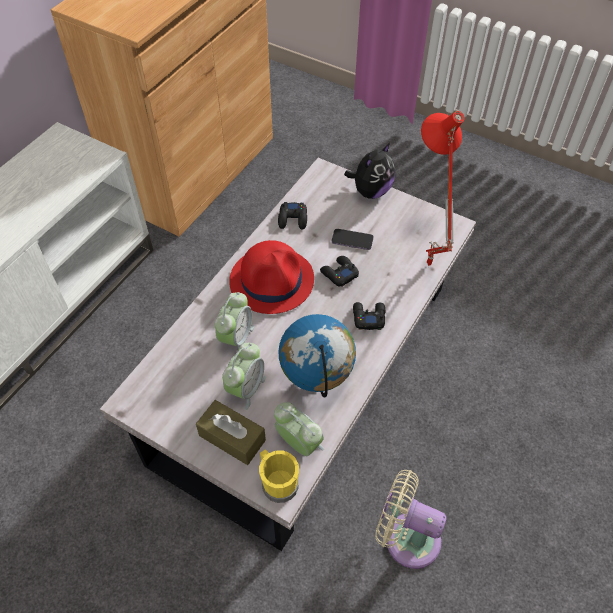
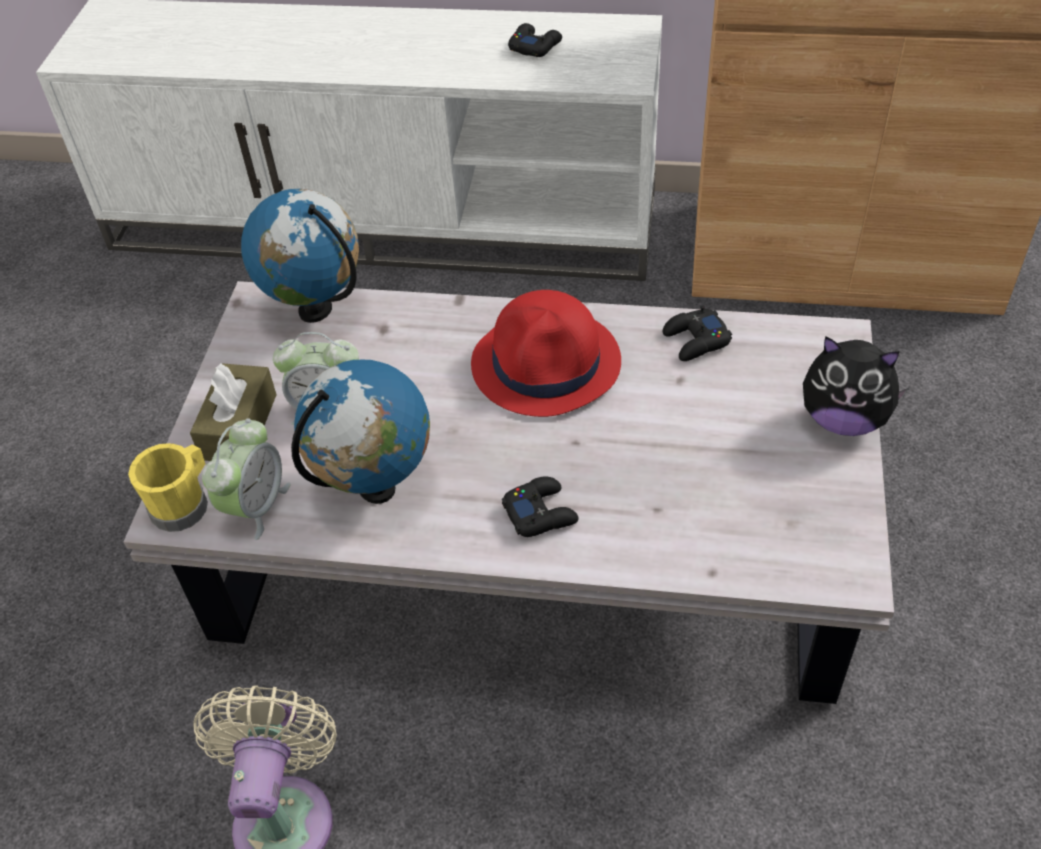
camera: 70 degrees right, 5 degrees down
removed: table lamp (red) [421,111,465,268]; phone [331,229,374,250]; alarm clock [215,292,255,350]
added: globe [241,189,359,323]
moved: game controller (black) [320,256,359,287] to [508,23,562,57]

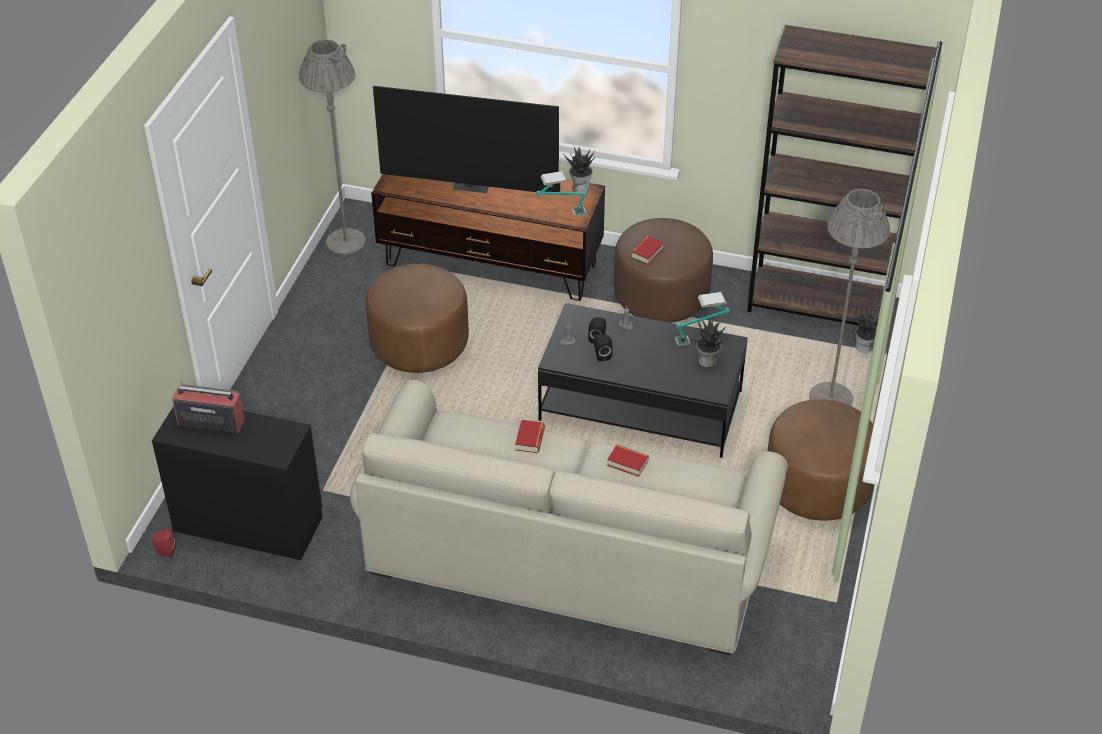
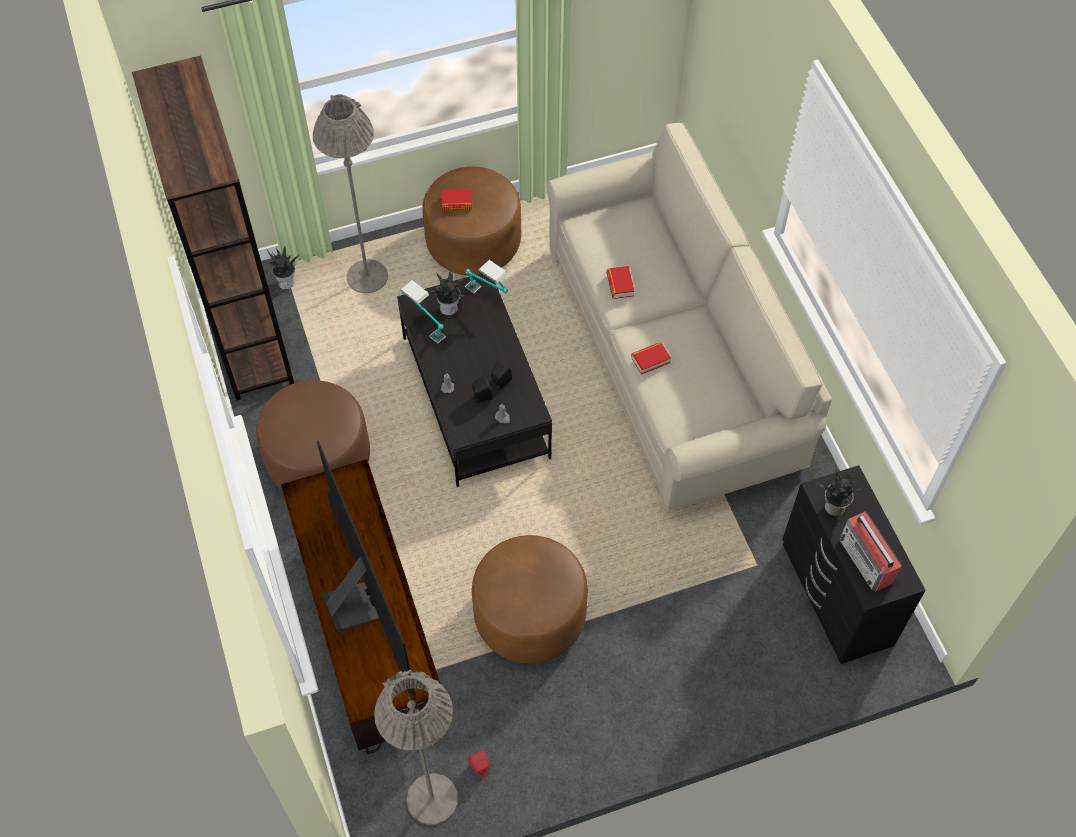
camera: 125 degrees left, 15 degrees up
moved: potted plant [563,147,595,192] to [818,469,861,517]; table lamp [536,171,587,216] to [465,260,508,294]; book [631,236,664,265] to [442,189,472,210]; speaker (red) [152,529,176,557] to [468,750,490,778]

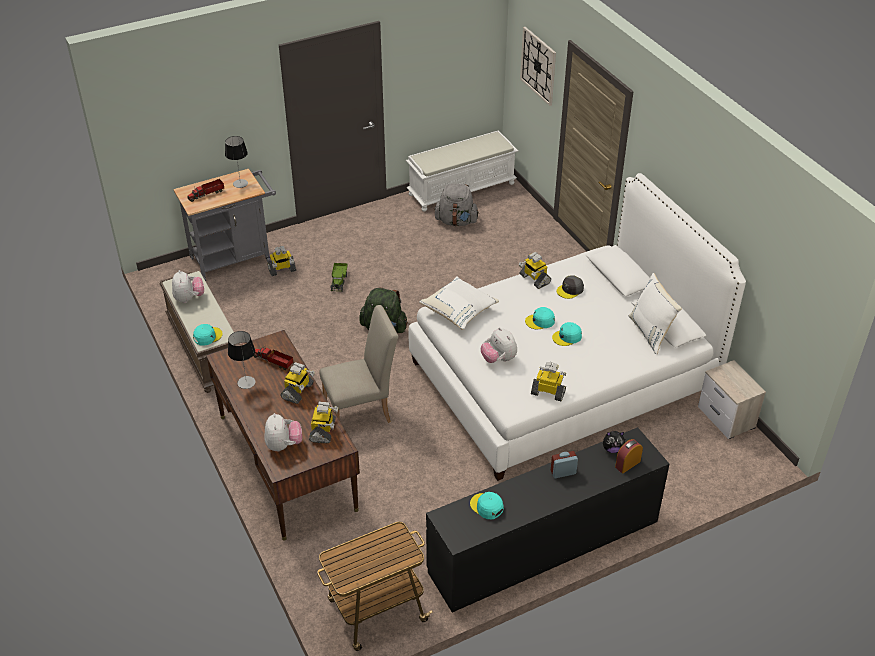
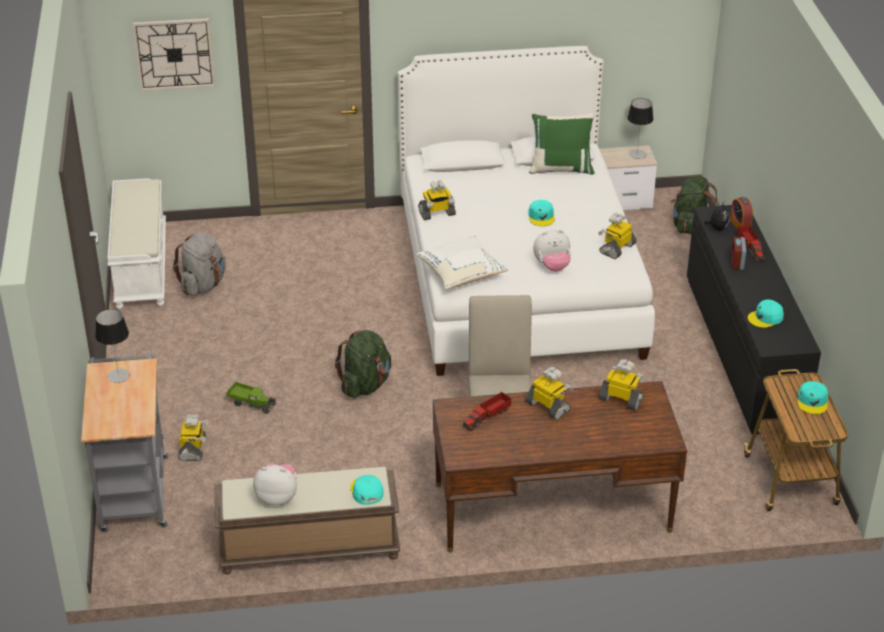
camera: 70 degrees left, 5 degrees down
removed: cap (grey) [556,275,584,299]; plush toy [264,413,302,451]
added: backpack (green) [670,176,719,234]
moved: toy truck [187,179,224,202] to [737,225,765,262]; cap (turquoise) [525,307,555,329] to [798,381,828,414]; table lamp [228,331,256,389] to [627,98,653,159]
recoloured: pillow (white) [629,273,682,354] to pillow (green) [529,113,595,174]

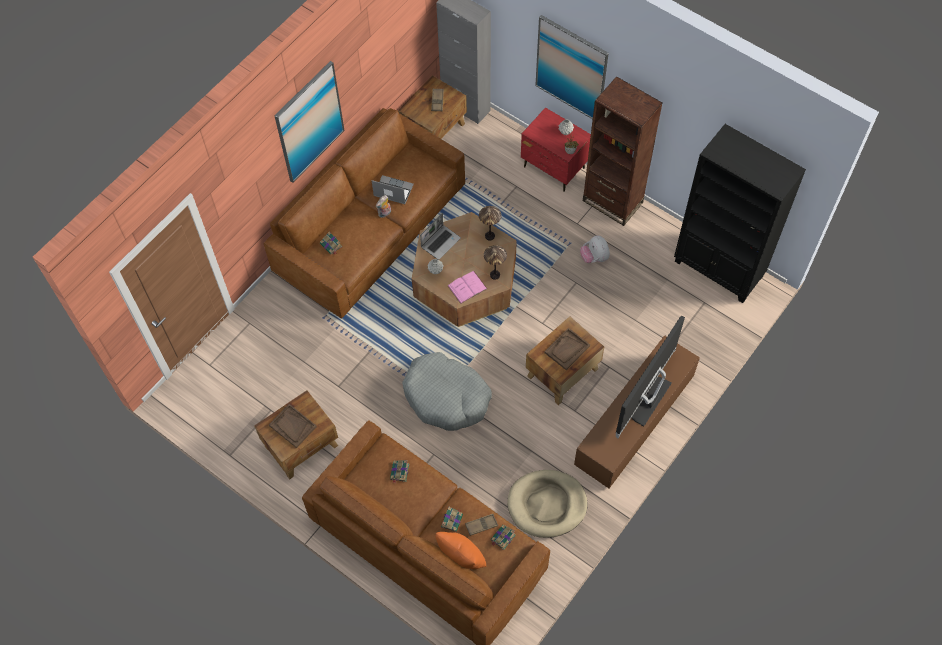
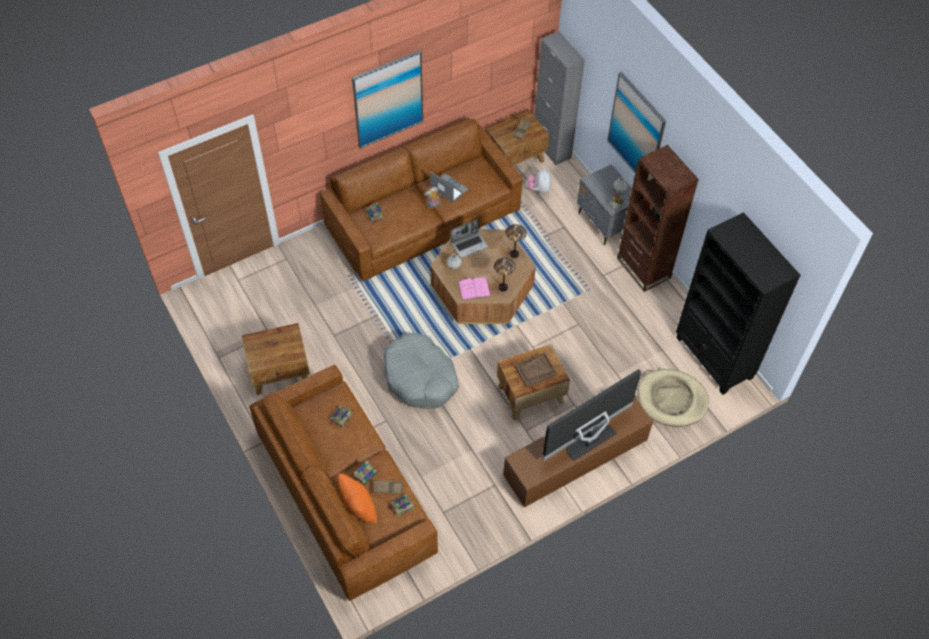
camera: 20 degrees right, 5 degrees down
removed: tray (brown) [269,404,317,448]
moved: plush toy [580,235,610,263] to [527,169,552,194]; dog bed (beige) [507,470,588,538] to [638,369,709,427]
recoloured: nightstand (red) [521,107,591,192] to nightstand (grey) [577,164,632,245]

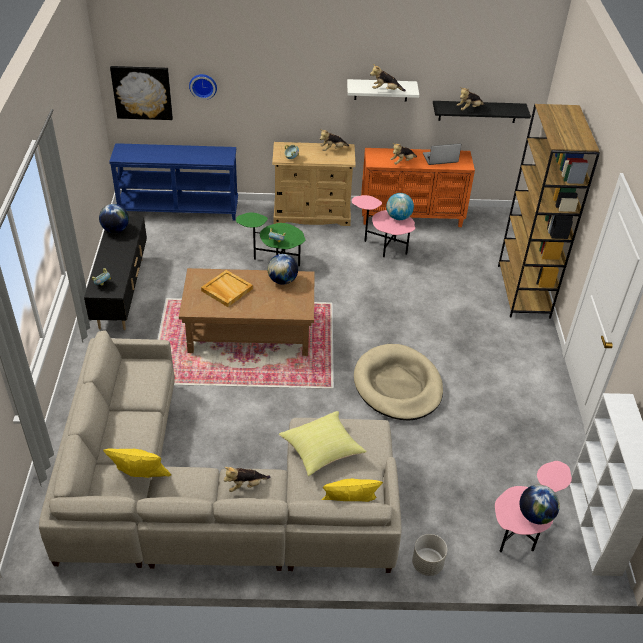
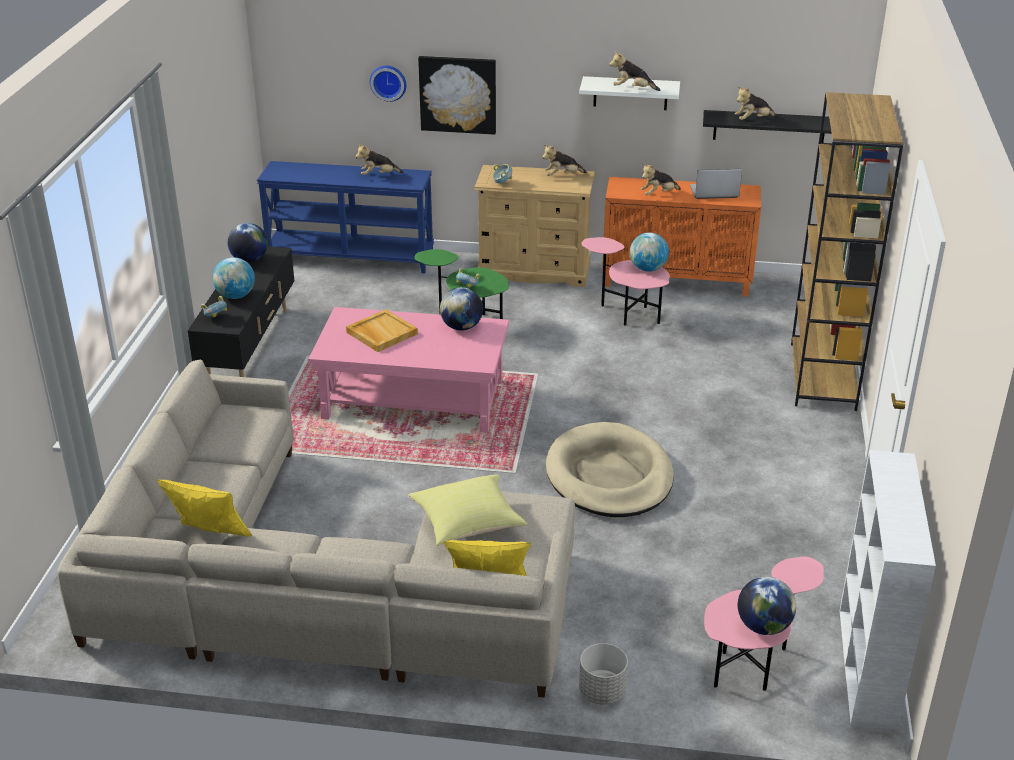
camera: 10 degrees right, 10 degrees down
added: globe [212,257,255,299]
moved: picture [110,66,173,120] to [418,56,496,135]; plush toy [224,467,271,492] to [356,144,404,175]
recoloured: coffee table (brown) [179,268,315,356] to coffee table (pink) [308,307,509,433]

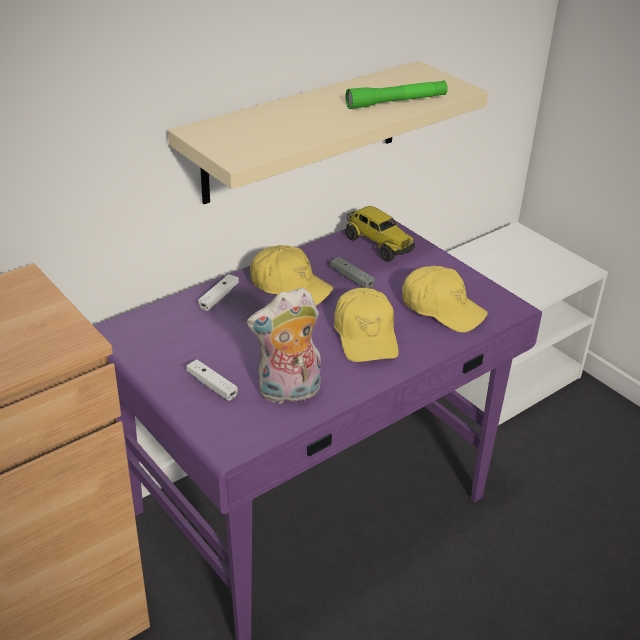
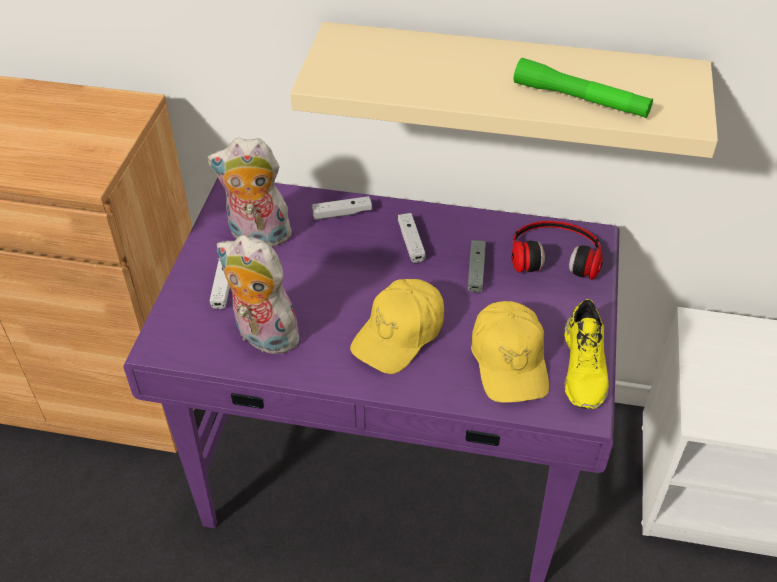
camera: 50 degrees right, 10 degrees up
added: plush toy [207,138,294,247]; shoe (yellow) [564,299,609,409]
replaced: toy truck [346,206,415,262] to headphones [511,221,603,280]; cap (yellow) [250,245,334,306] to game controller (white) [398,213,426,263]

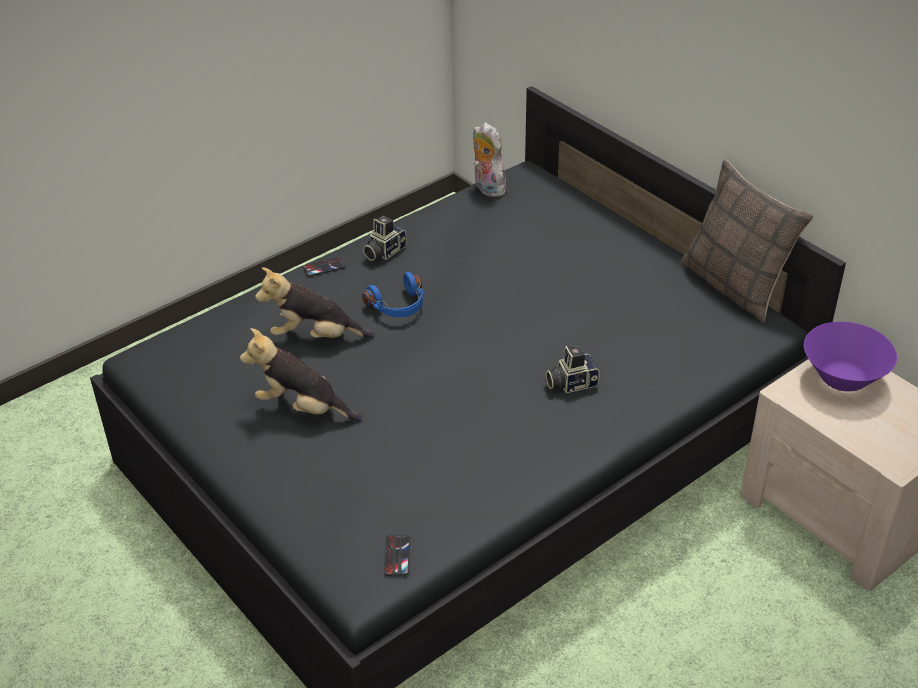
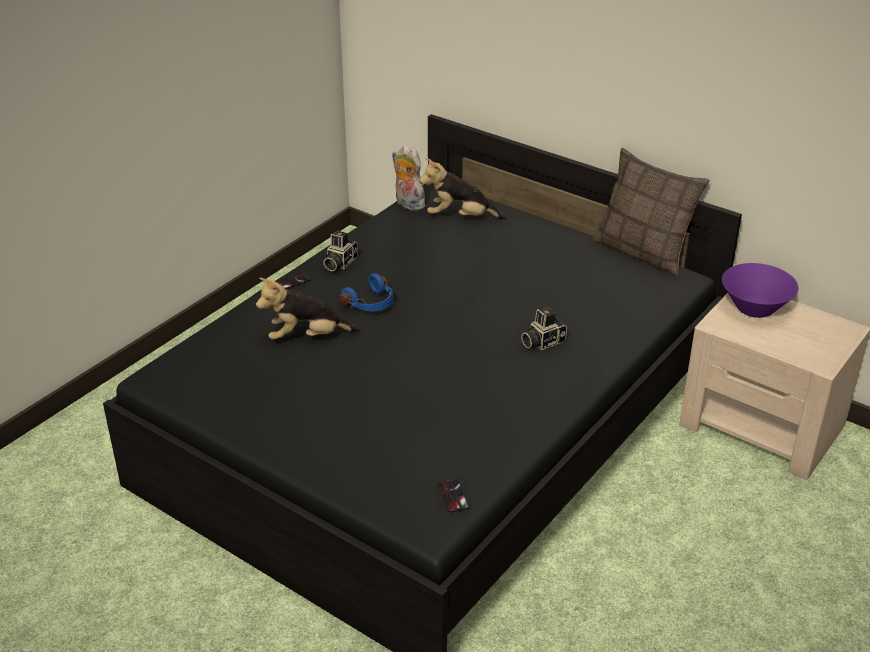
camera: 15 degrees left, 5 degrees down
moved: plush toy [240,328,363,421] to [419,158,506,219]

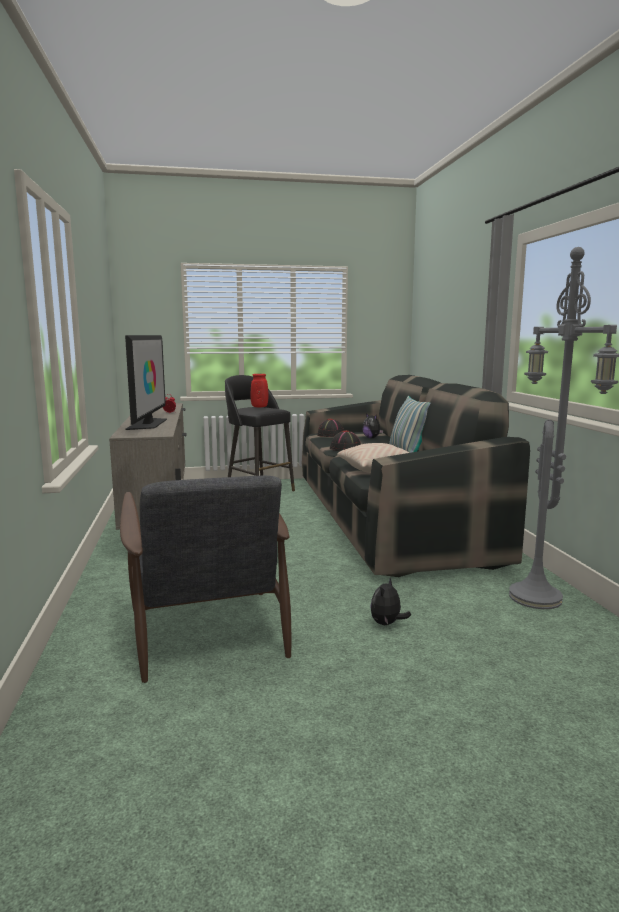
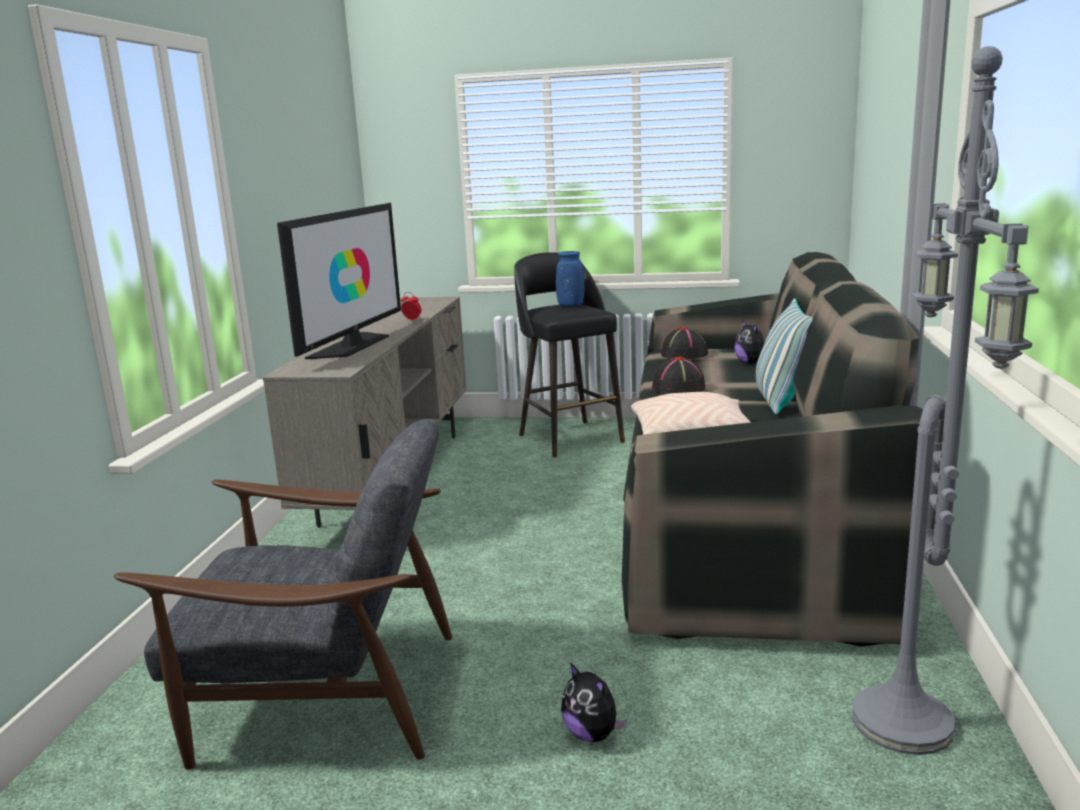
camera: 20 degrees right, 5 degrees up
recoloured: vase (red) [250,374,269,407] to vase (blue) [556,251,585,307]
turned: armchair (grey) [120,476,291,683] = [114,419,452,770] 90 degrees counterclockwise; plush toy [370,578,411,625] = [561,662,627,742] 90 degrees counterclockwise

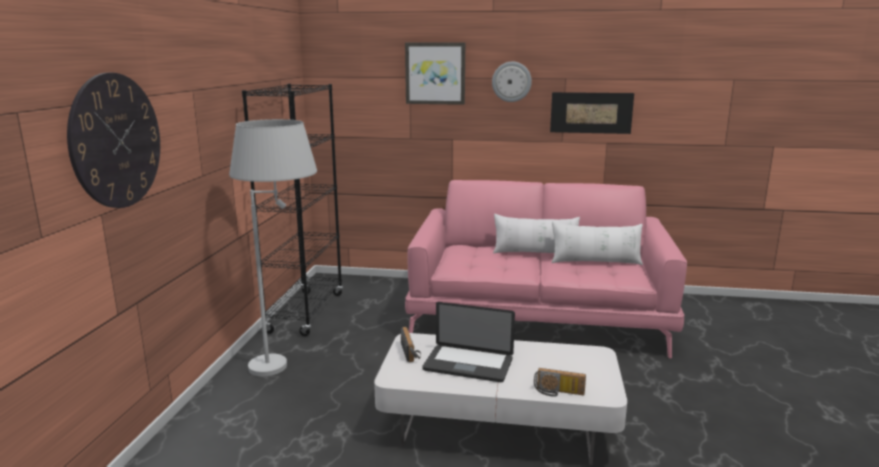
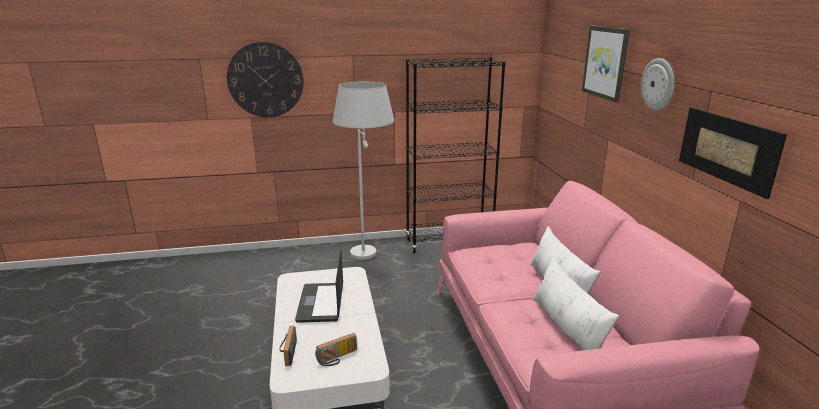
camera: 70 degrees right, 5 degrees up
moved: radio [401,327,421,362] to [315,333,357,366]

